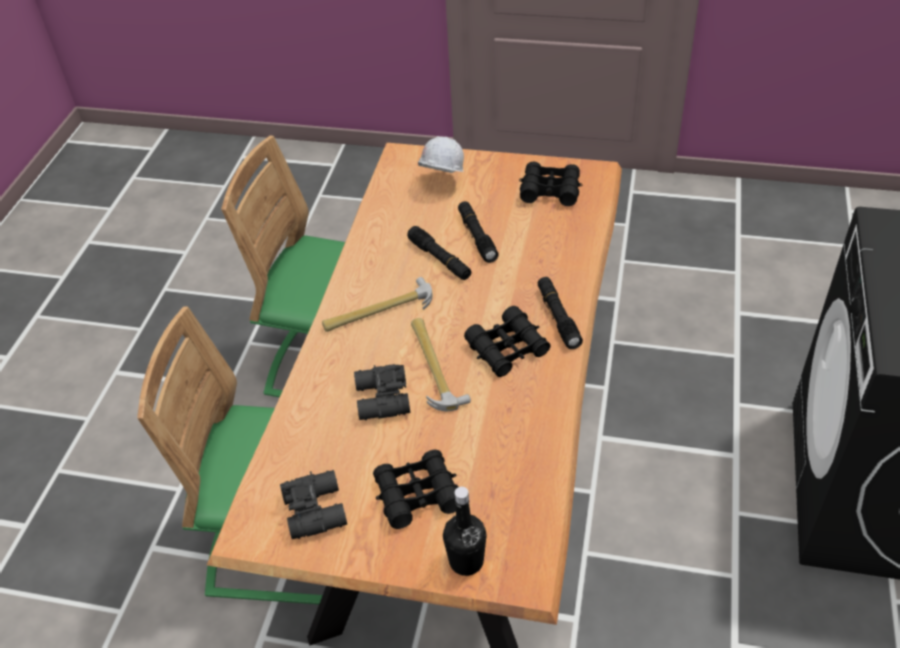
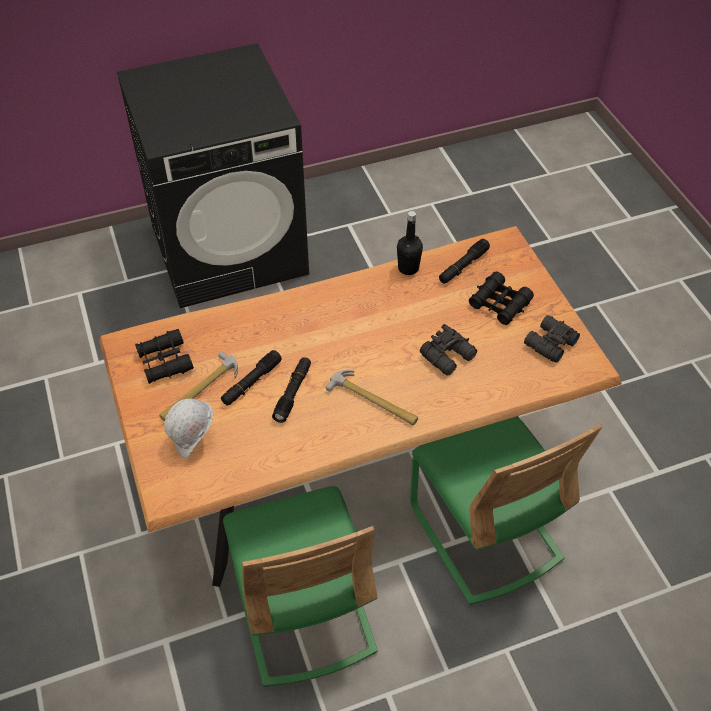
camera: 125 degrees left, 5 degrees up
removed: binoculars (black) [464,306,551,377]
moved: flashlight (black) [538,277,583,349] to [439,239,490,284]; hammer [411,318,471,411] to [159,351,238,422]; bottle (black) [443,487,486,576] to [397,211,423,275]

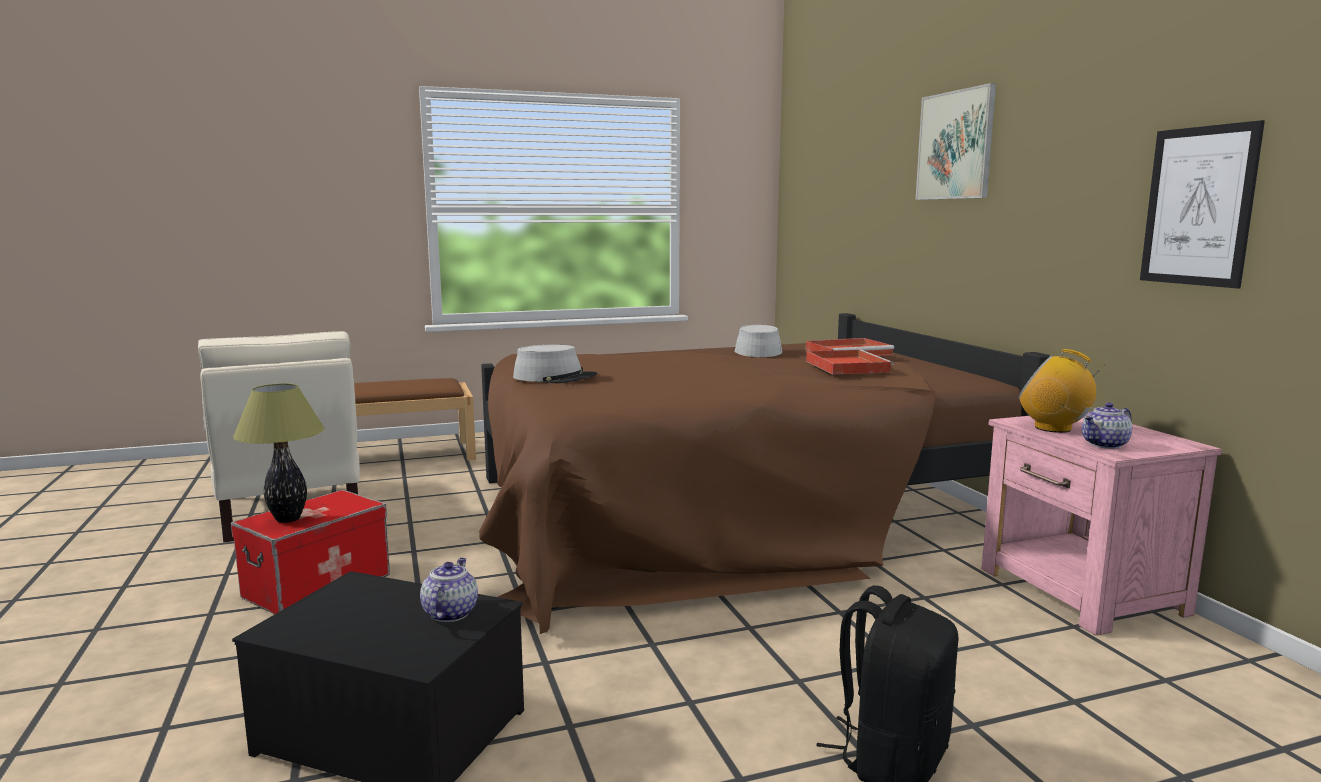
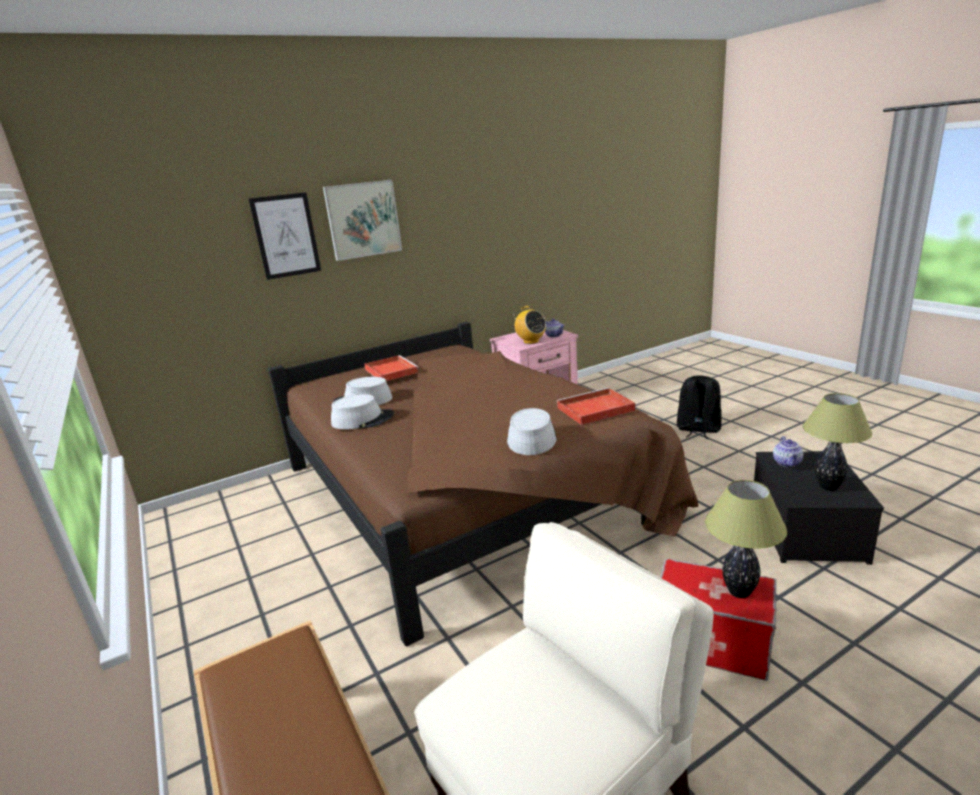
camera: 100 degrees left, 10 degrees up
added: table lamp [803,393,872,491]; hat (grey) [331,394,394,429]
moved: picture [1140,120,1265,288] to [249,192,321,280]; tray (red) [806,349,894,374] to [556,388,636,425]
turned: radio [1018,349,1104,433] = [512,306,546,344] 60 degrees counterclockwise; teapot [420,558,478,622] = [773,436,803,467] 75 degrees counterclockwise

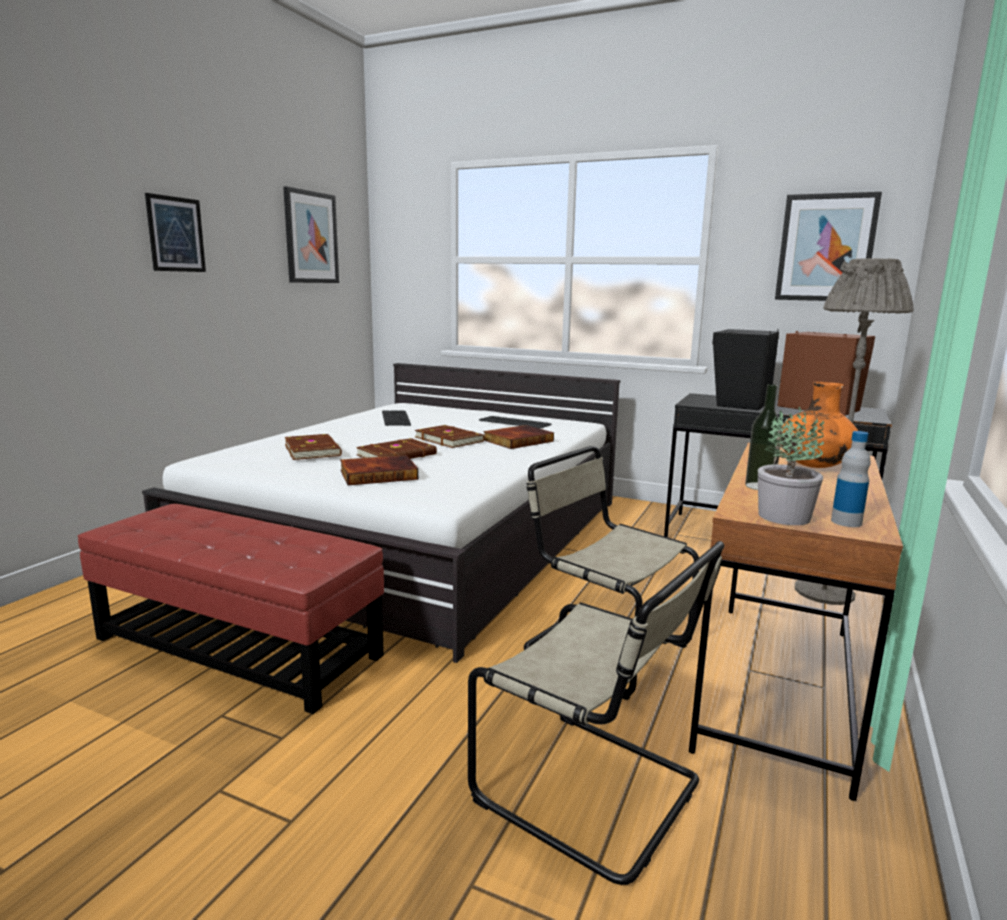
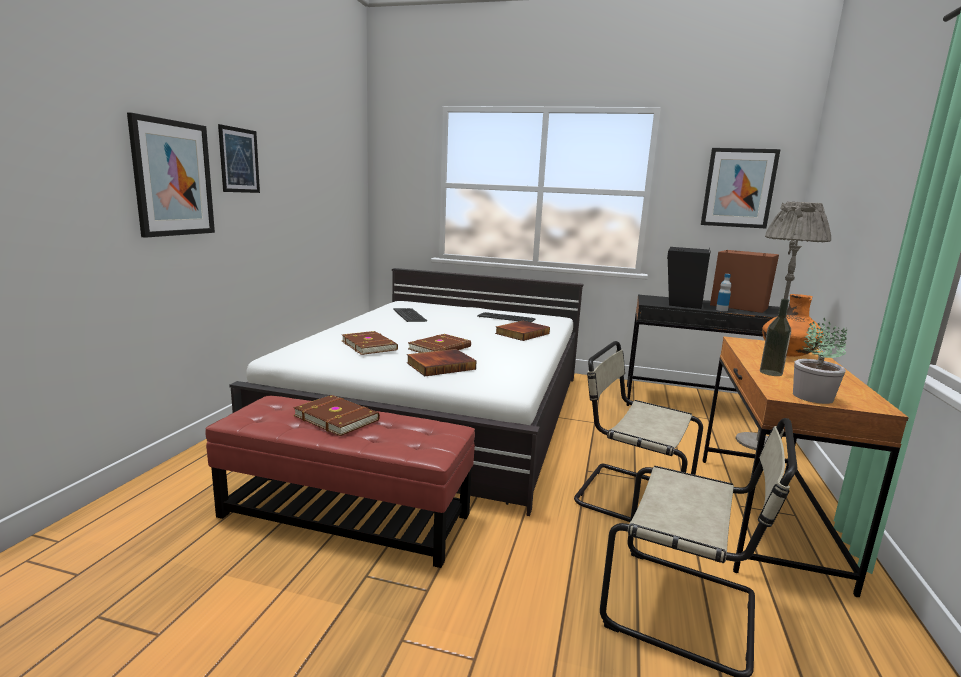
camera: 10 degrees left, 0 degrees up
moved: picture [283,186,339,283] to [127,112,215,238]; book (brown) [415,425,484,448] to [293,395,380,436]; bottle [831,431,871,527] to [716,274,731,311]

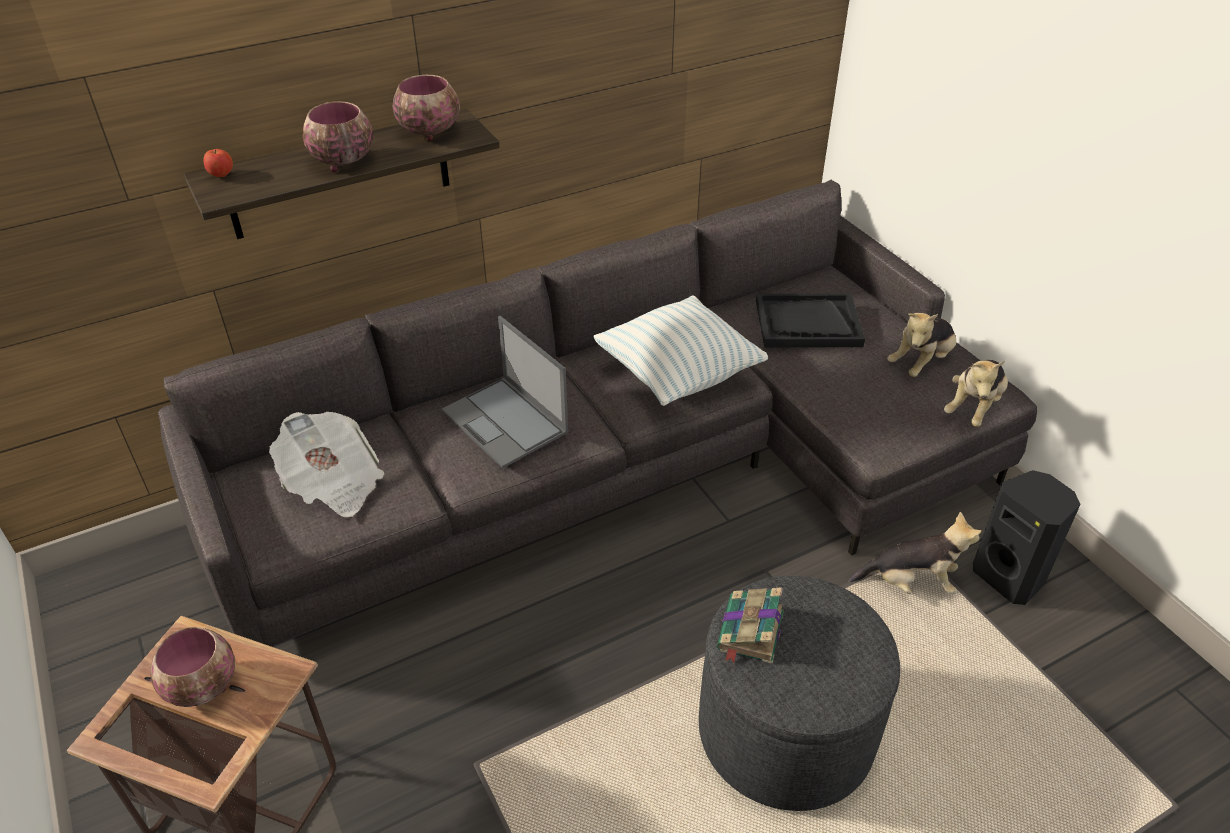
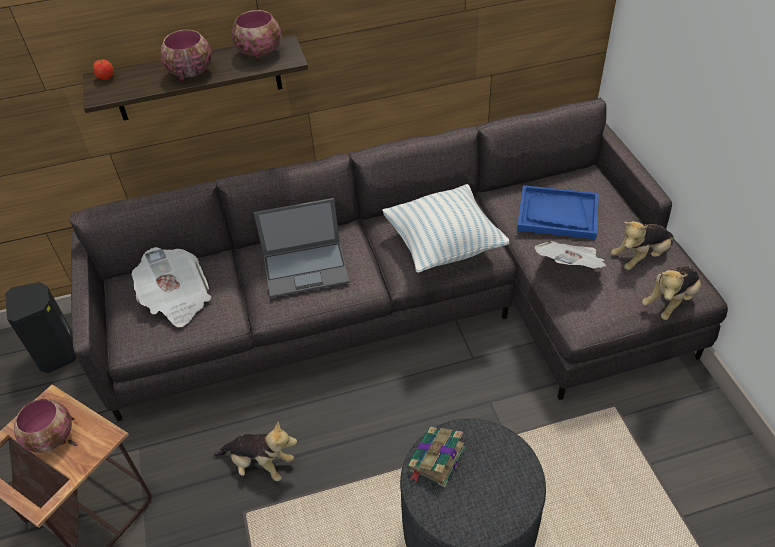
camera: 15 degrees right, 5 degrees up
added: newspaper [535,241,607,269]
moved: speaker (black) [973,470,1081,605] to [5,282,76,373]; plush toy [849,511,981,594] to [214,421,297,481]
recoloured: tray (black) [756,294,865,347] to tray (blue) [517,185,599,239]
turned: laptop [442,316,568,469] = [254,198,350,298] 75 degrees counterclockwise

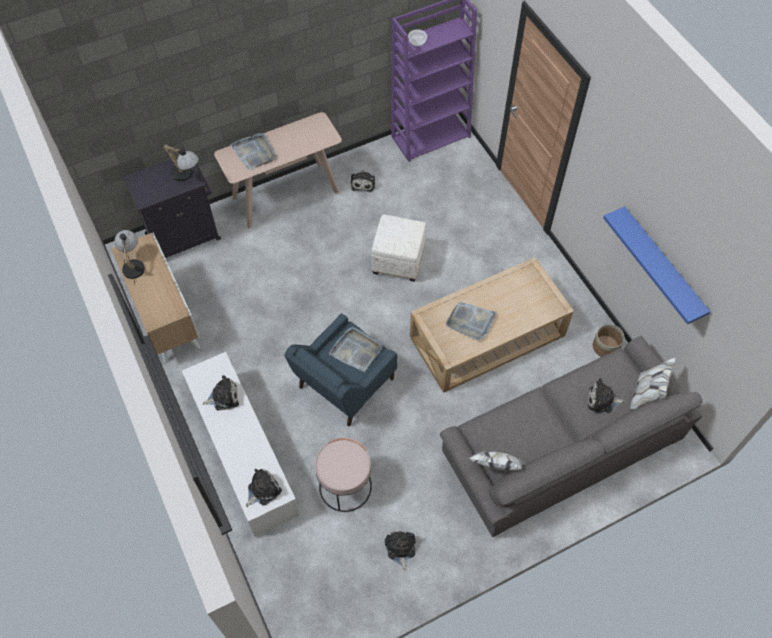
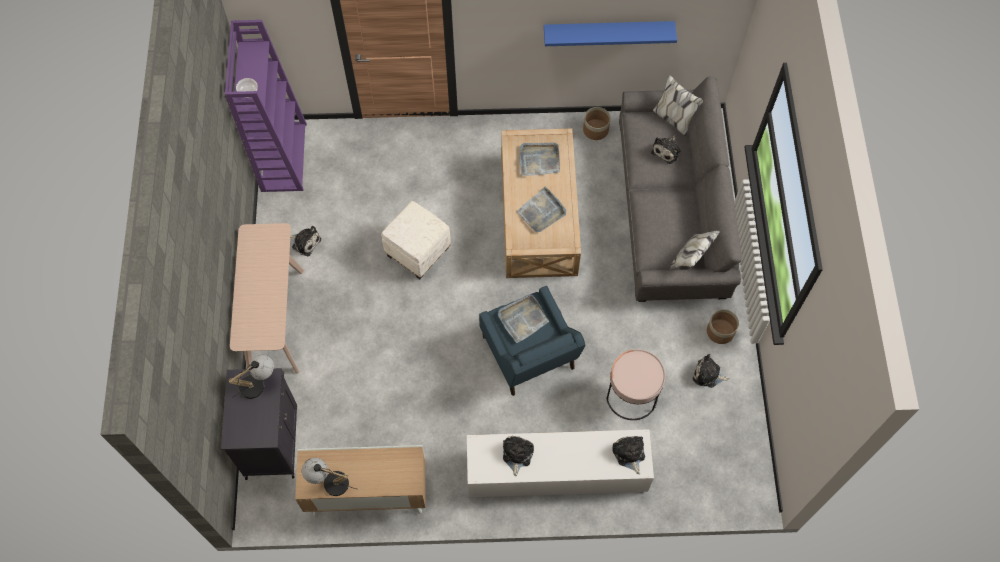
camera: 65 degrees left, 5 degrees up
added: planter [707,309,739,344]
moved: tray (grey) [230,133,276,170] to [519,143,560,176]

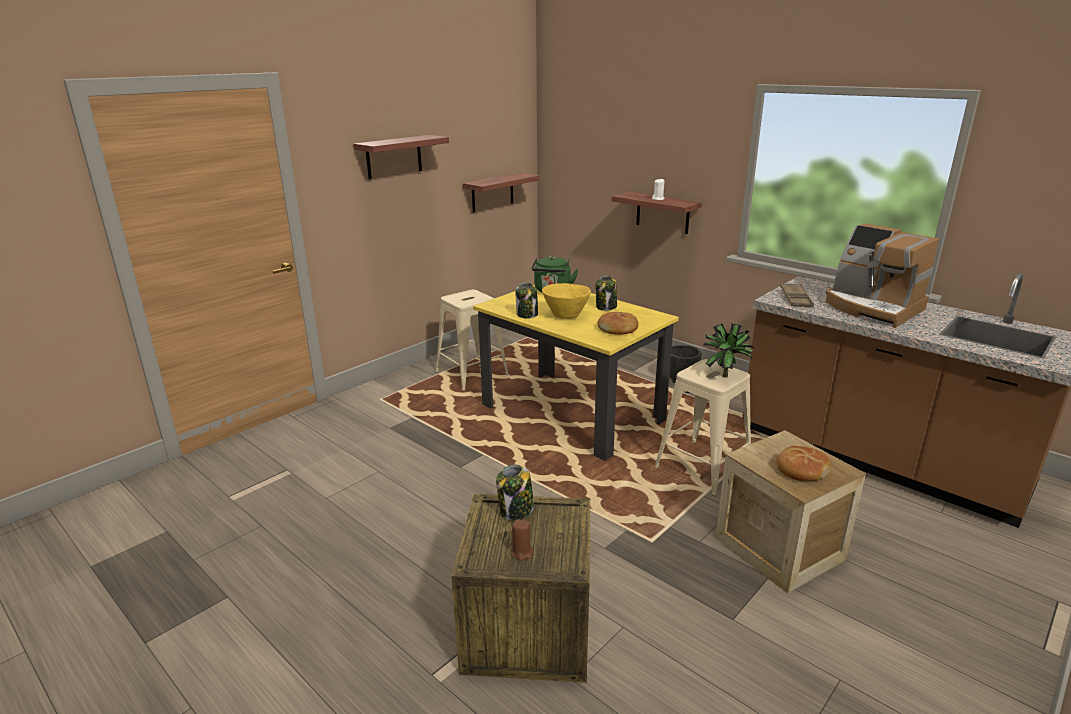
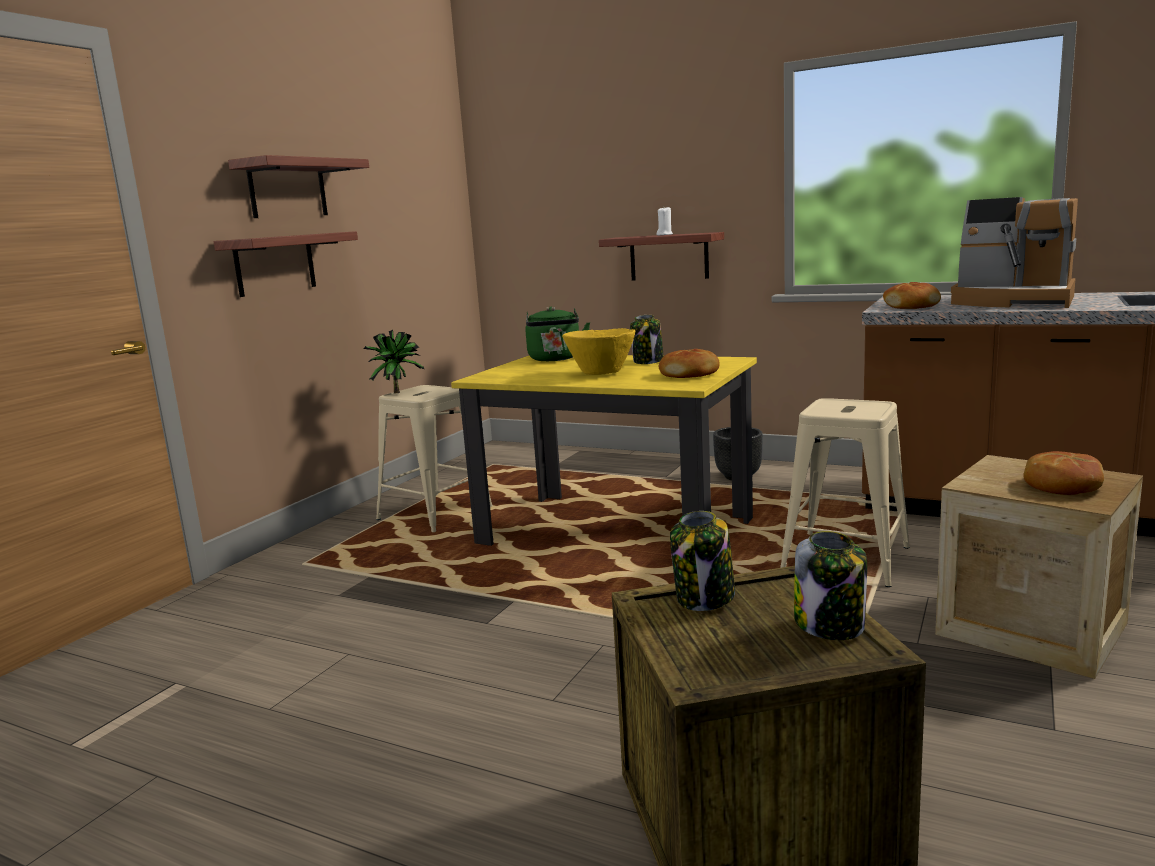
camera: 15 degrees left, 10 degrees down
removed: candle (brown) [511,519,533,560]
moved: shelf [463,173,539,213] to [214,231,358,297]; jar [515,282,538,319] to [794,531,867,640]; potted plant [704,323,755,377] to [364,330,425,393]
replaced: tray (brown) [780,283,814,307] to bread [883,282,941,309]

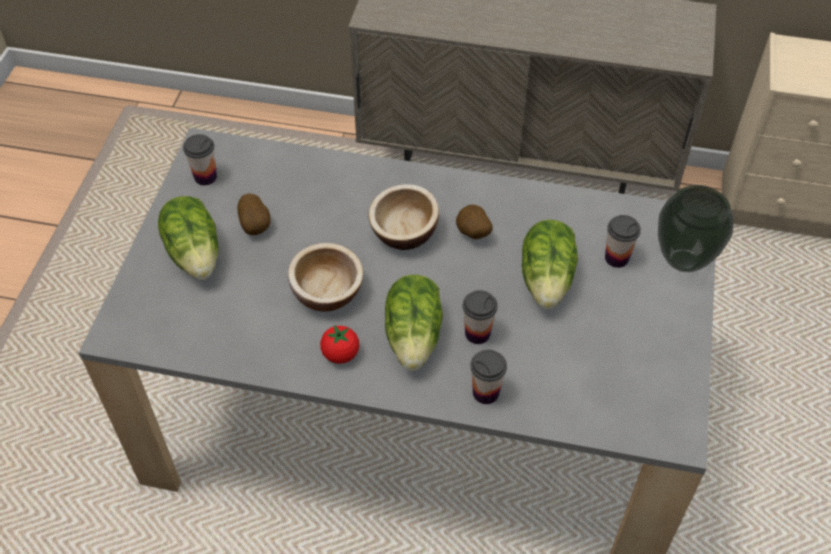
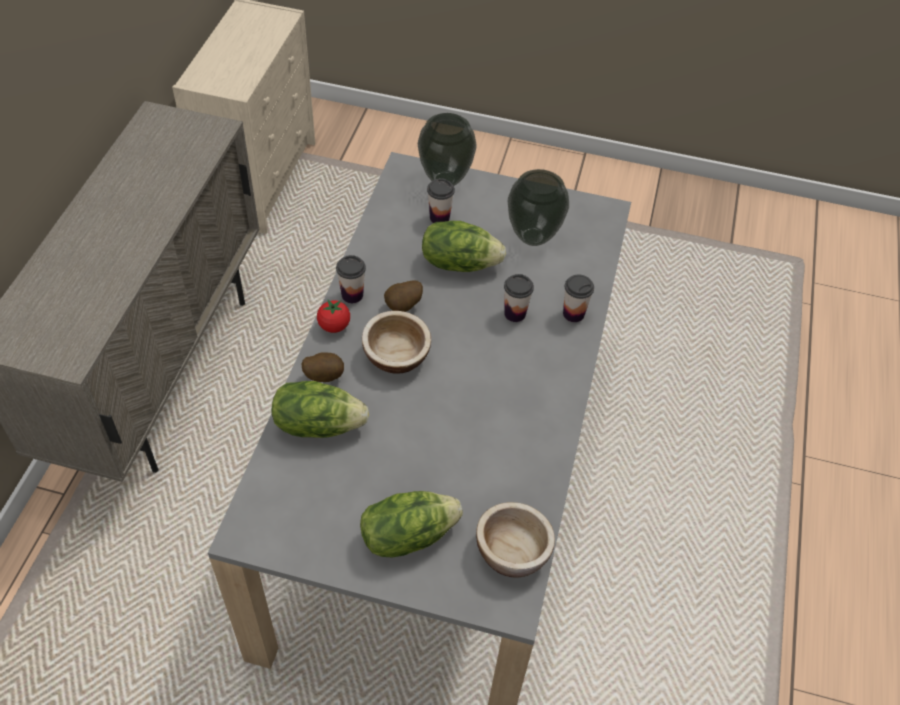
camera: 90 degrees left, 0 degrees up
added: vase [508,169,569,246]
moved: cup [183,134,217,185] to [336,255,366,303]; potato [237,193,271,235] to [301,352,344,382]; bowl [288,243,363,311] to [476,502,555,578]; lettuce [385,275,443,371] to [272,381,369,438]; tomato [320,325,359,364] to [317,300,350,333]

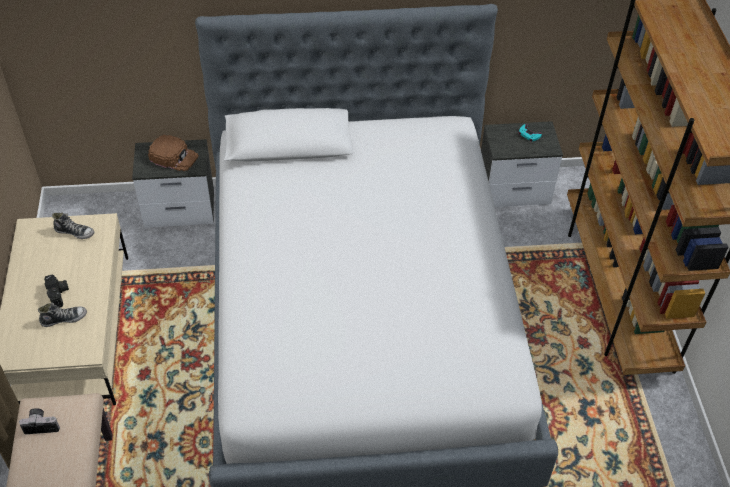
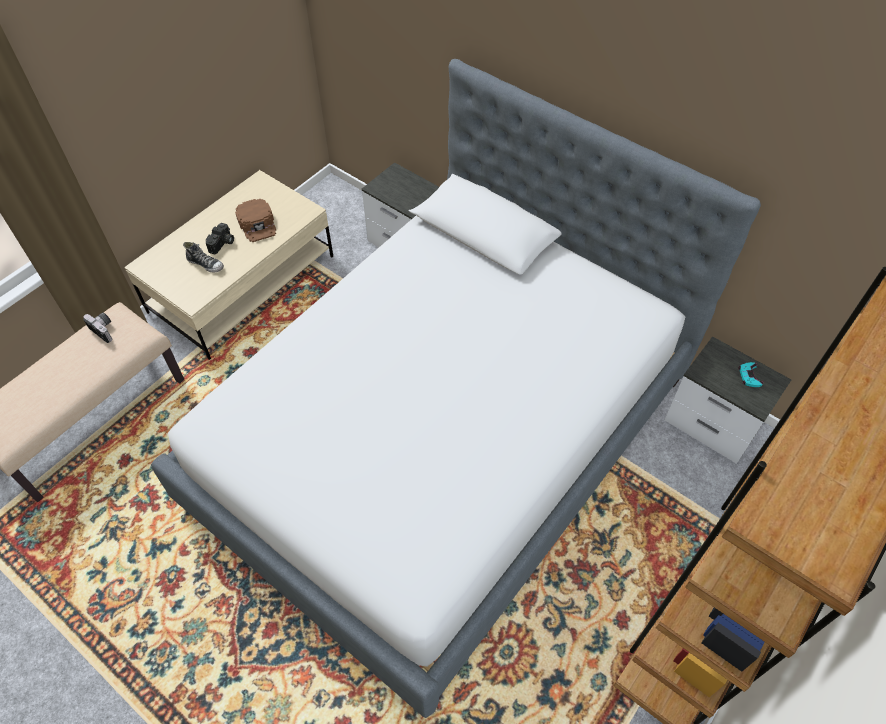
camera: 45 degrees right, 5 degrees up
removed: shoe [52,212,94,239]
moved: cap (brown) [148,135,199,171] to [235,199,276,242]

